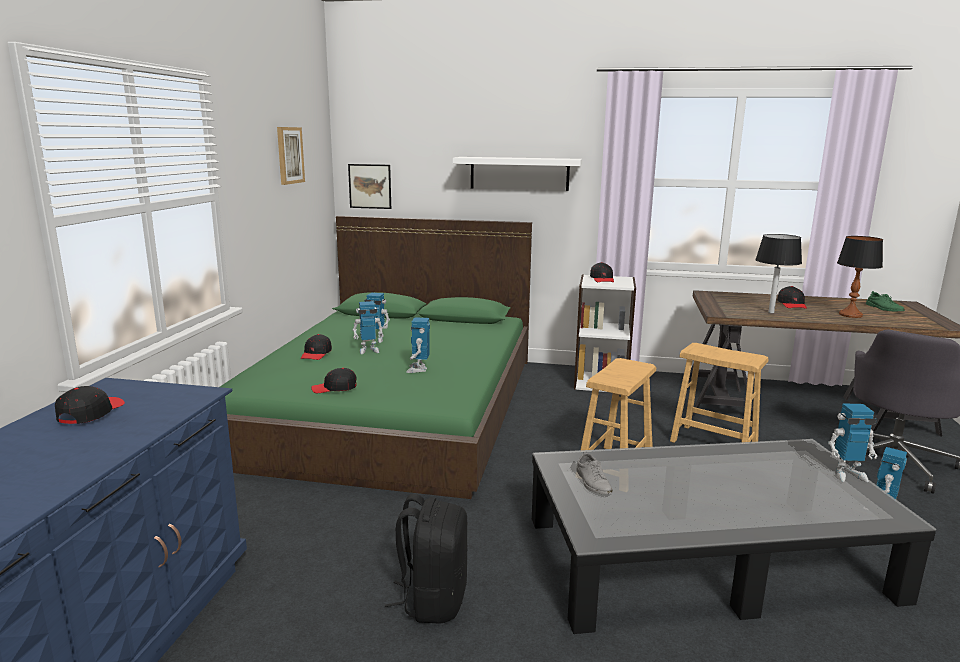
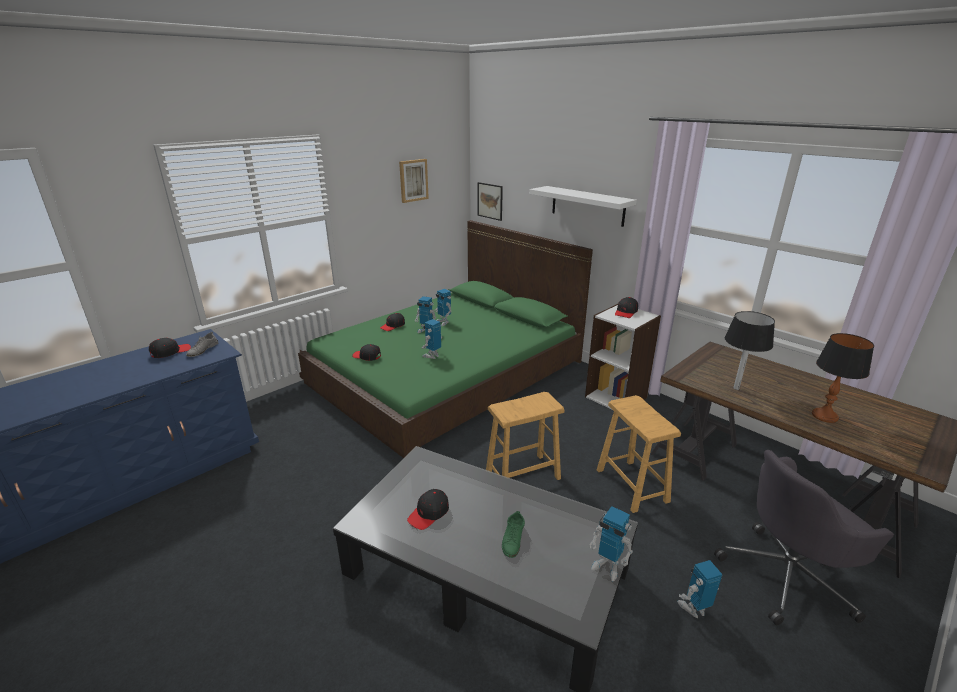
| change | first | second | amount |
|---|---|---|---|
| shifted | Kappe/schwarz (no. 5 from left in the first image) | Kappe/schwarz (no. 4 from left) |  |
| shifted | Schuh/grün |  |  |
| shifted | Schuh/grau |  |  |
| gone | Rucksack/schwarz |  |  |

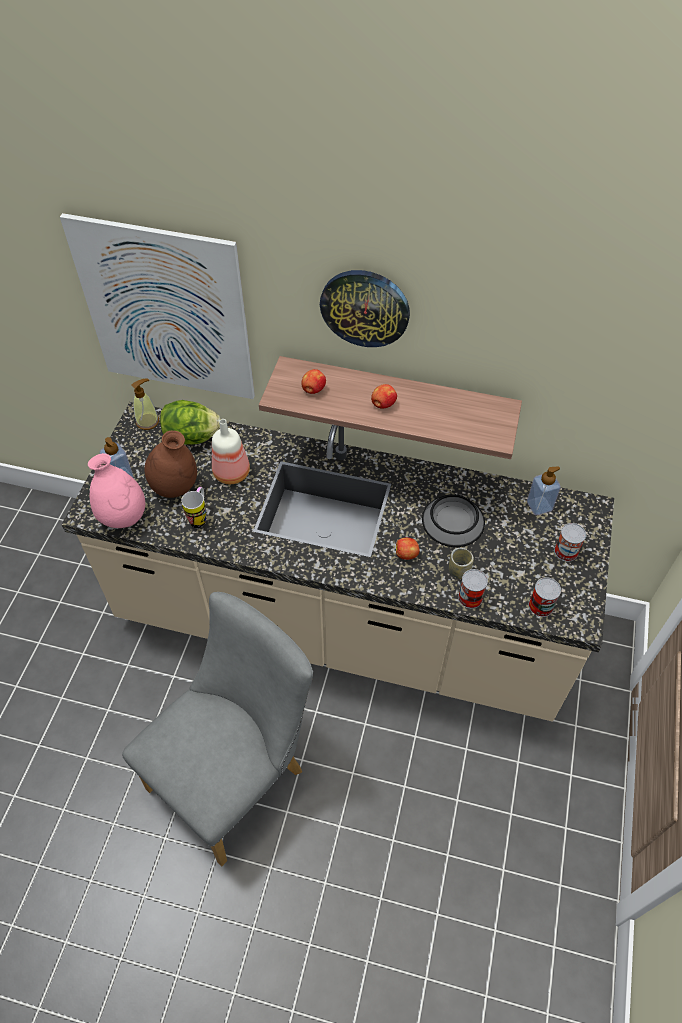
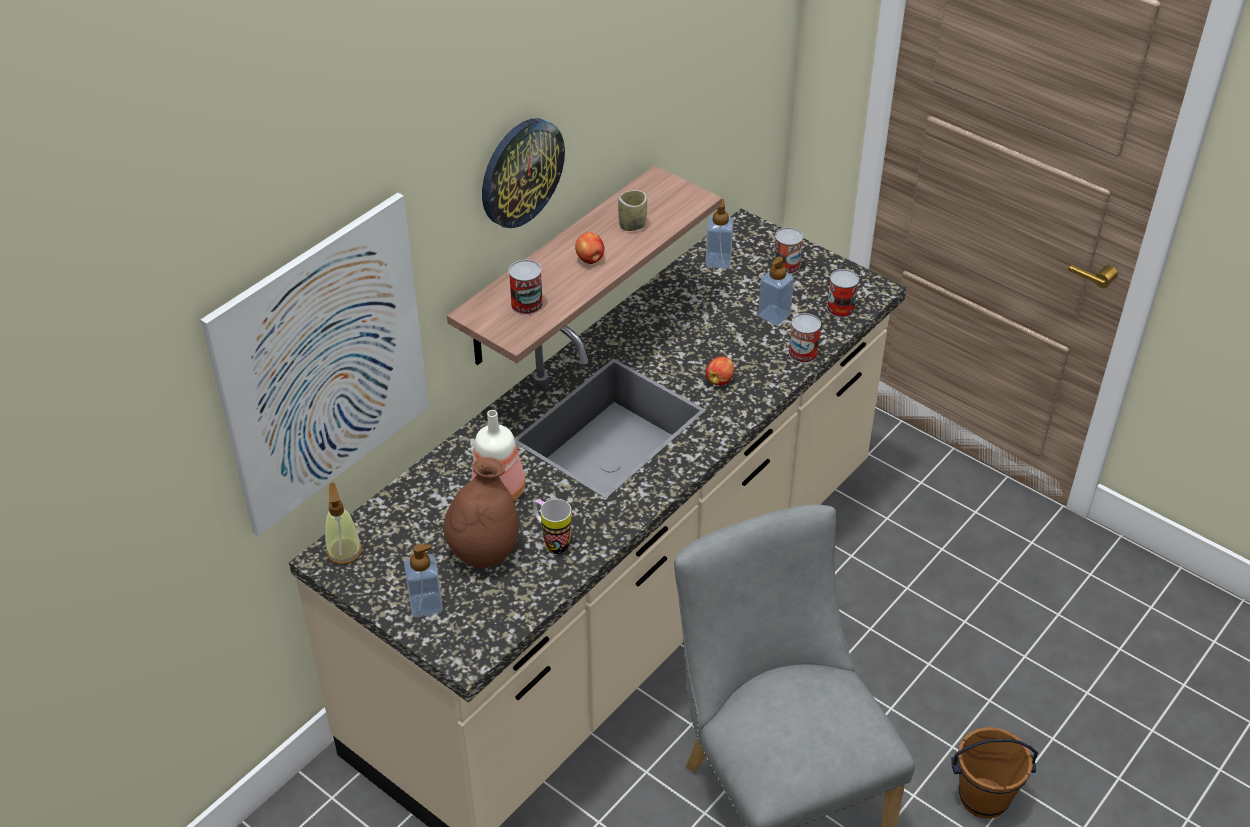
| change | first | second | amount |
|---|---|---|---|
| swapped | Apfel (no. 1 from left) | Dose (no. 1 from left) |  |
| gone | Salatkopf |  |  |
| gone | Vase/rosa |  |  |
| gone | Schüssel |  |  |
| shifted | Tasse |  |  |
| new |  | Seifenspender (no. 4 from left) |  |
| new |  | Eimer/braun |  |

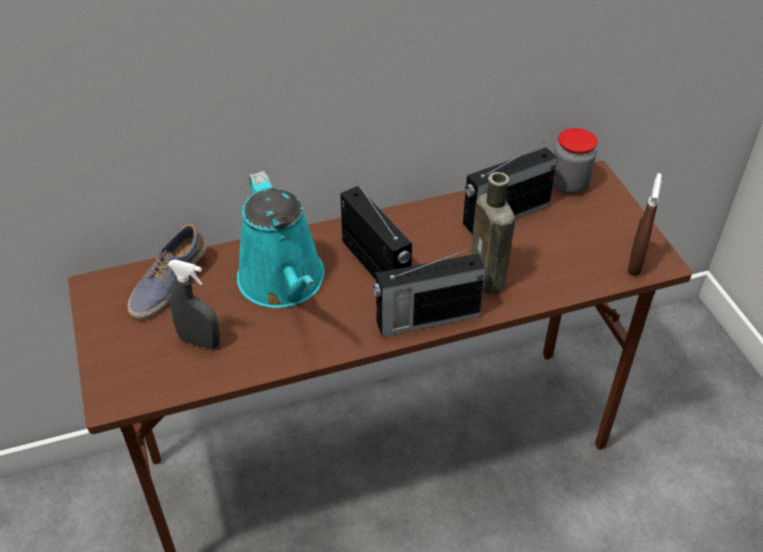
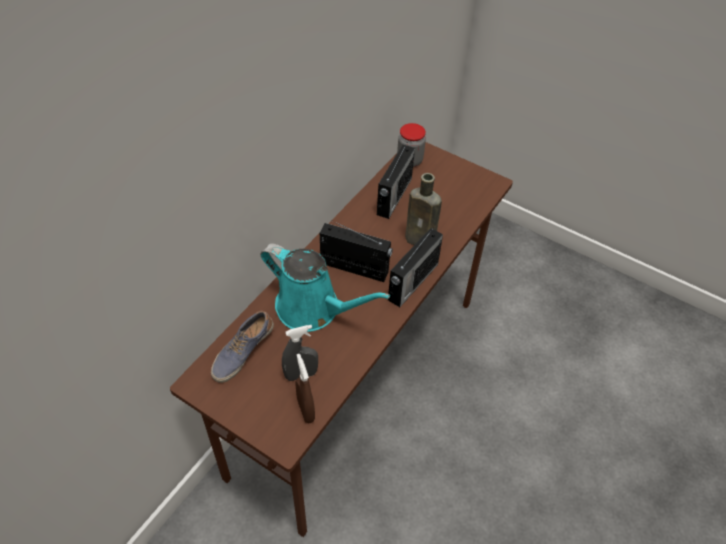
| change | first | second | amount |
|---|---|---|---|
| shifted | Sprühflasche/braun |  |  |
| rotated | Schuh |  | 45 degrees clockwise |

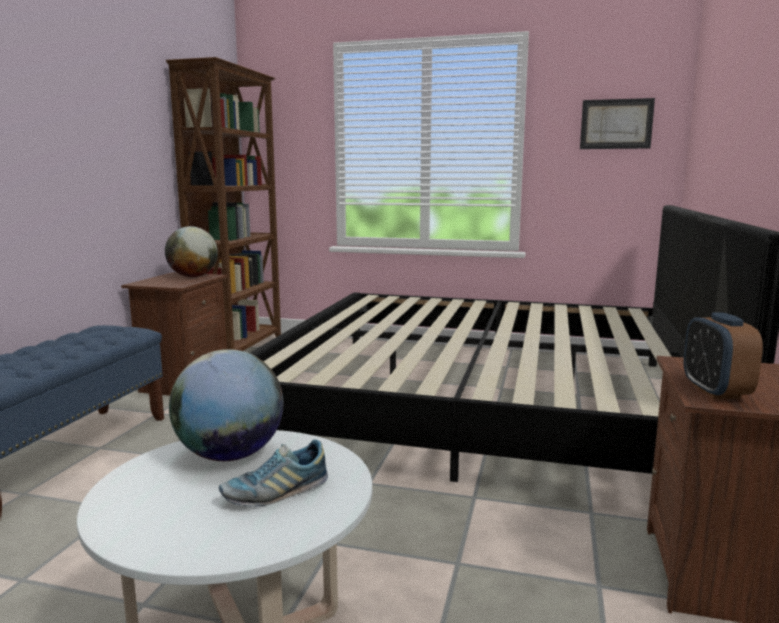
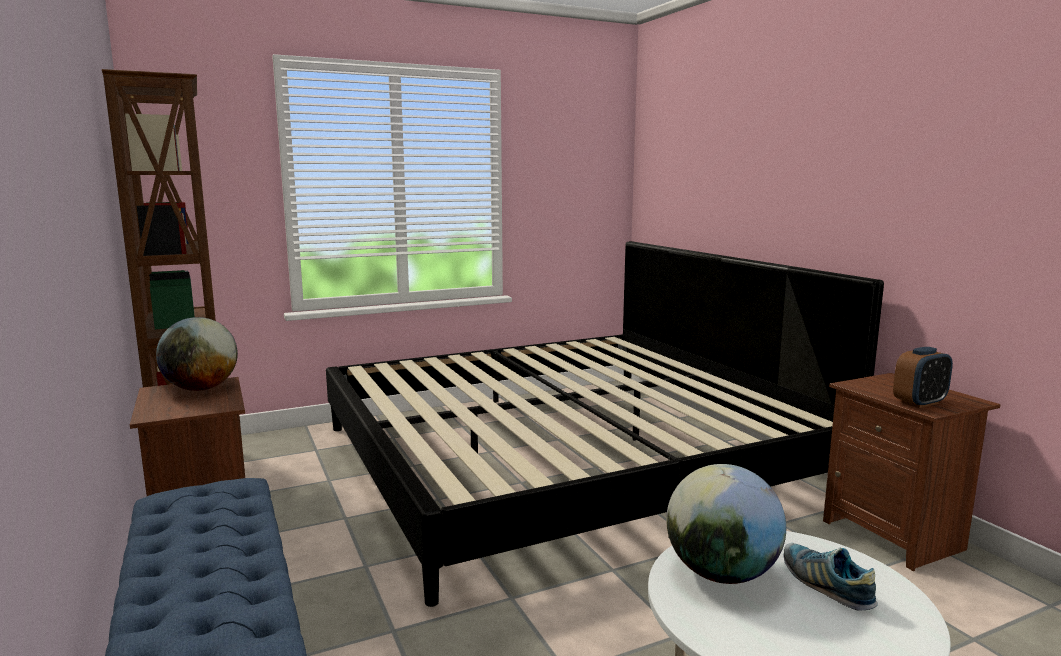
| change | first | second | amount |
|---|---|---|---|
| gone | Bild |  |  |
| rotated | Wecker |  | 75 degrees counterclockwise |
| rotated | Schuh |  | 135 degrees clockwise |

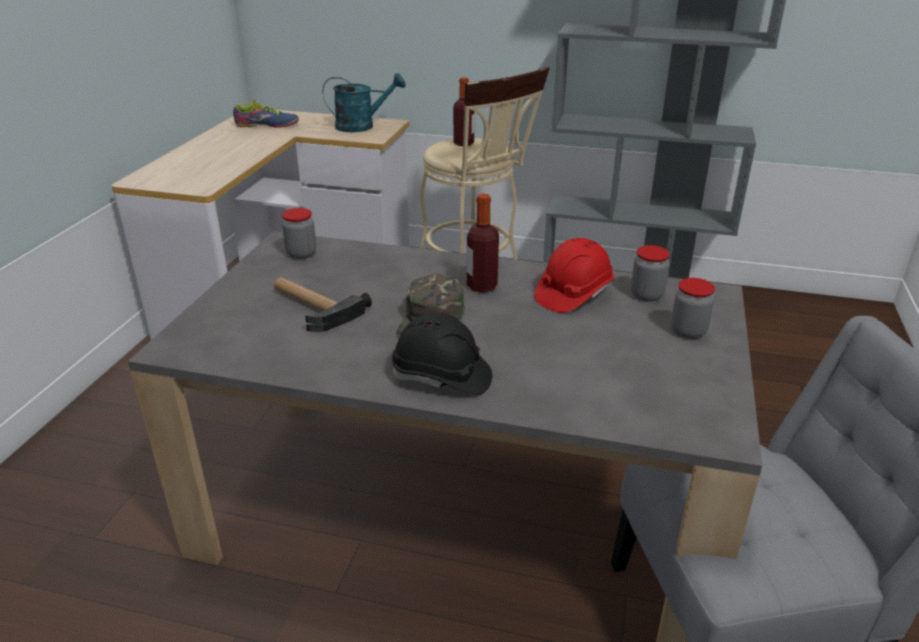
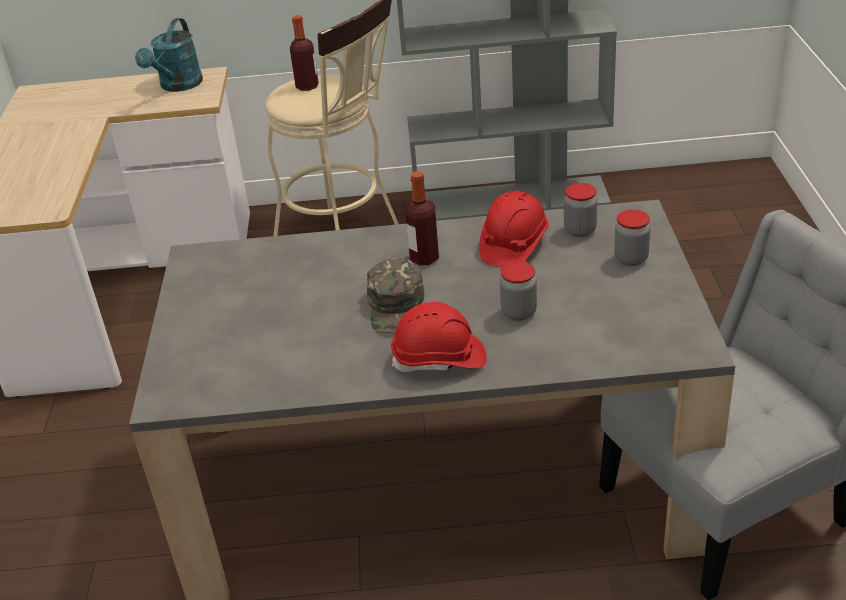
| change | first | second | amount |
|---|---|---|---|
| rotated | Gießkanne/türkis |  | 135 degrees clockwise |
| gone | Schuh |  |  |
| shifted | Vorratsglas (no. 1 from left) |  |  |
| gone | Hammer |  |  |
| repainted | Schutzhelm/schwarz | Schutzhelm/rot (no. 1 from left) |  |

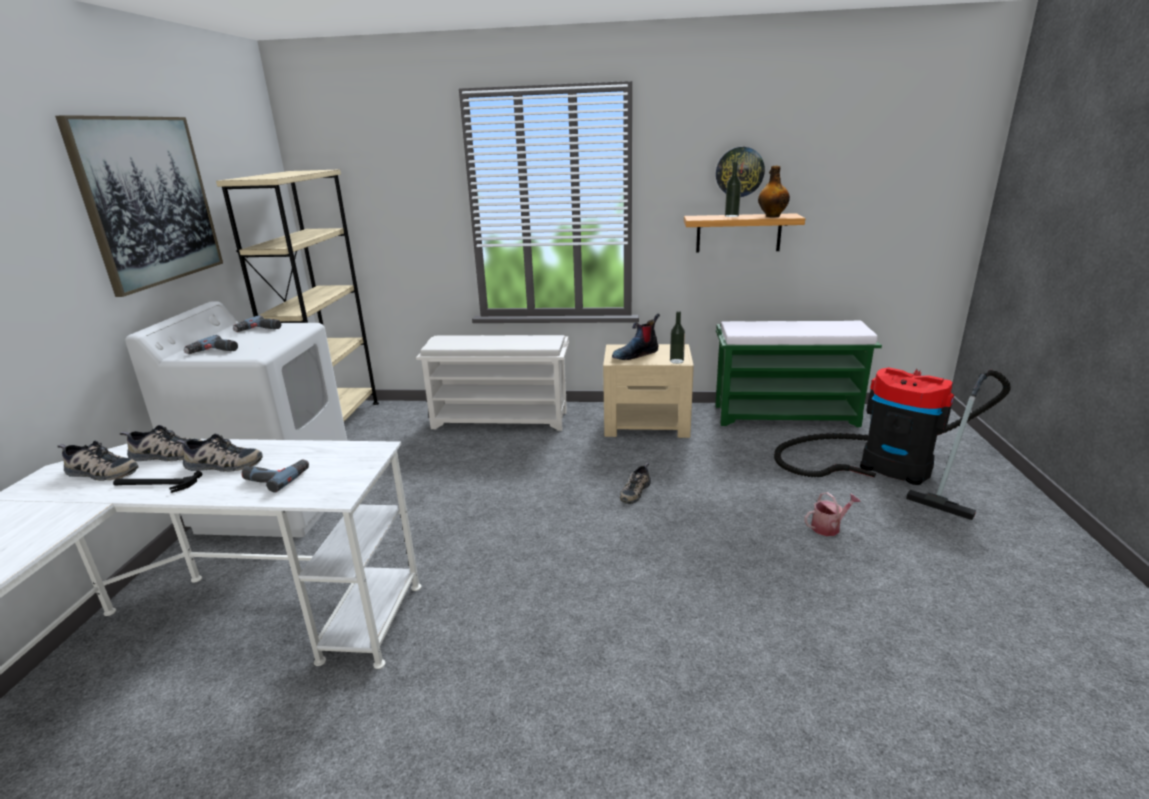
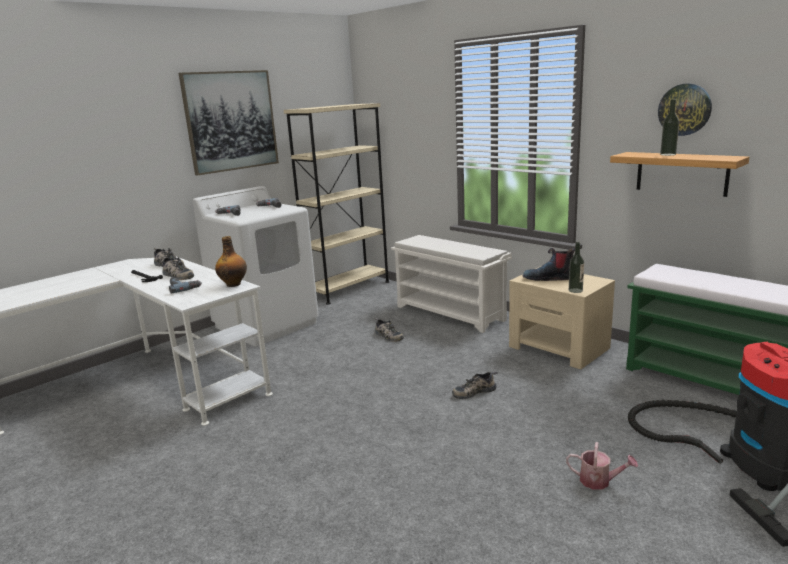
| change | first | second | amount |
|---|---|---|---|
| shifted | Flasche (no. 3 from left in the first image) | Flasche (no. 1 from left) |  |
| shifted | Schuh (no. 1 from left in the first image) | Schuh (no. 3 from left) |  |

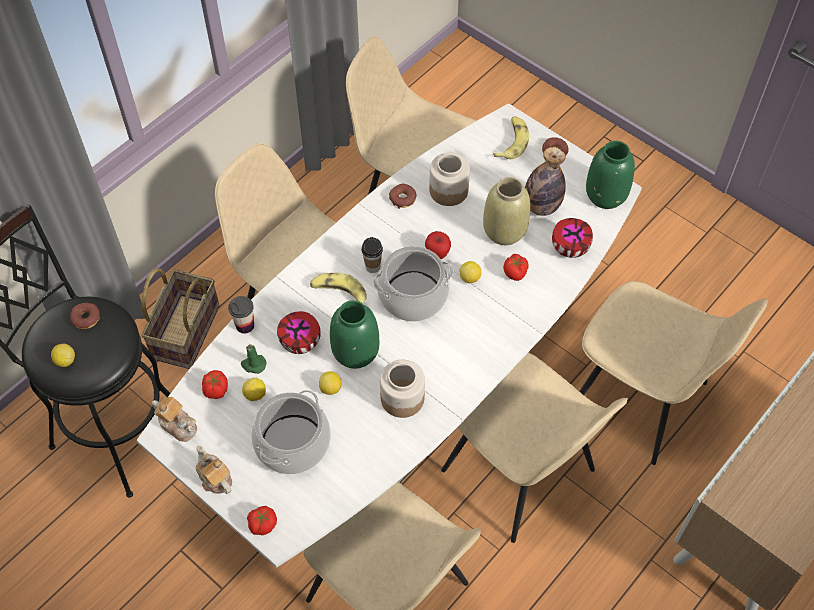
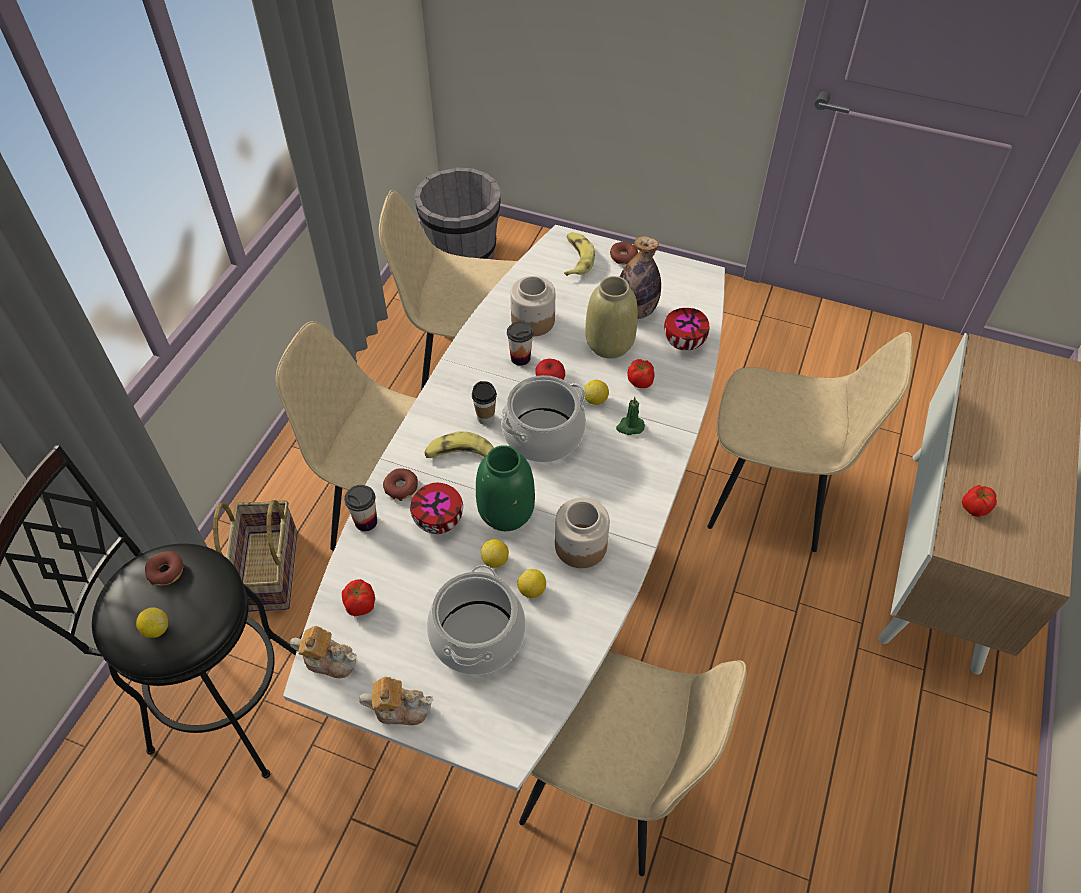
| change | first | second | amount |
|---|---|---|---|
| gone | Vase/grün (no. 2 from left) |  |  |
| shifted | Donut (no. 2 from left) |  |  |
| shifted | Kerze/grün |  |  |
| gone | Stuhl/beige (no. 4 from left) |  |  |
| shifted | Zitrone (no. 2 from left in the first image) | Zitrone (no. 3 from left) |  |
| rotated | Teekanne (no. 2 from left) |  | 150 degrees clockwise |
| shifted | Tomate (no. 2 from left in the first image) | Tomate (no. 3 from left) |  |
| new |  | Eimer/grau |  |
| new |  | Tasse (no. 3 from left) |  |

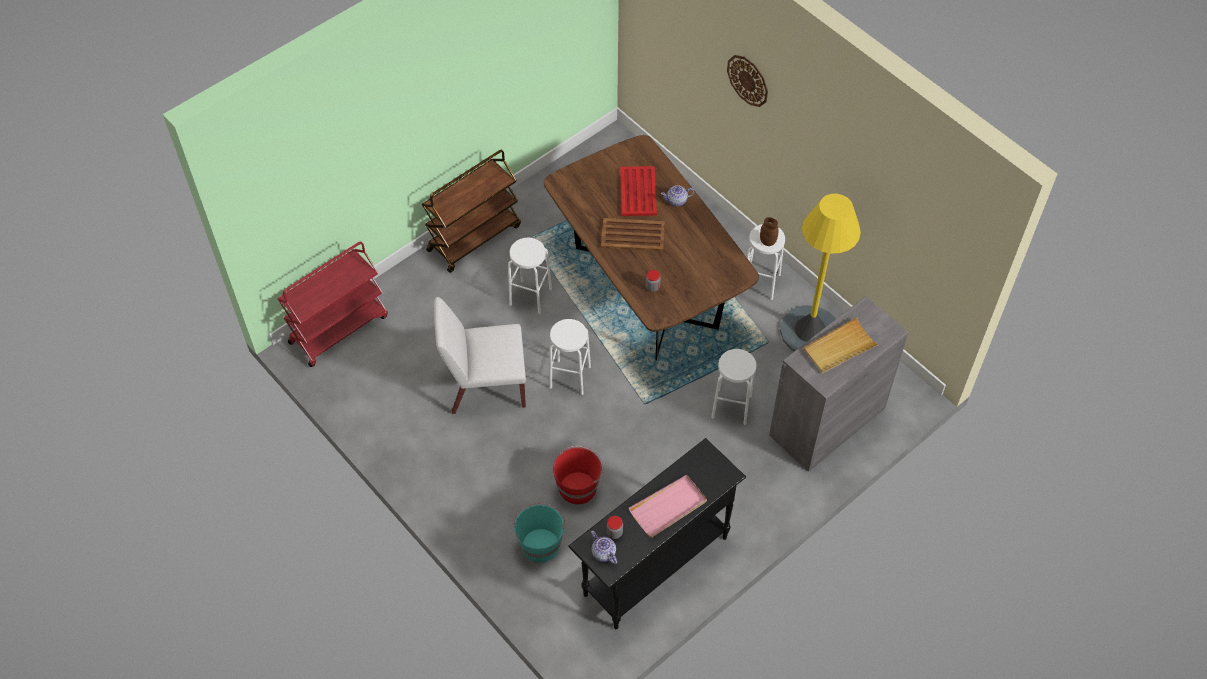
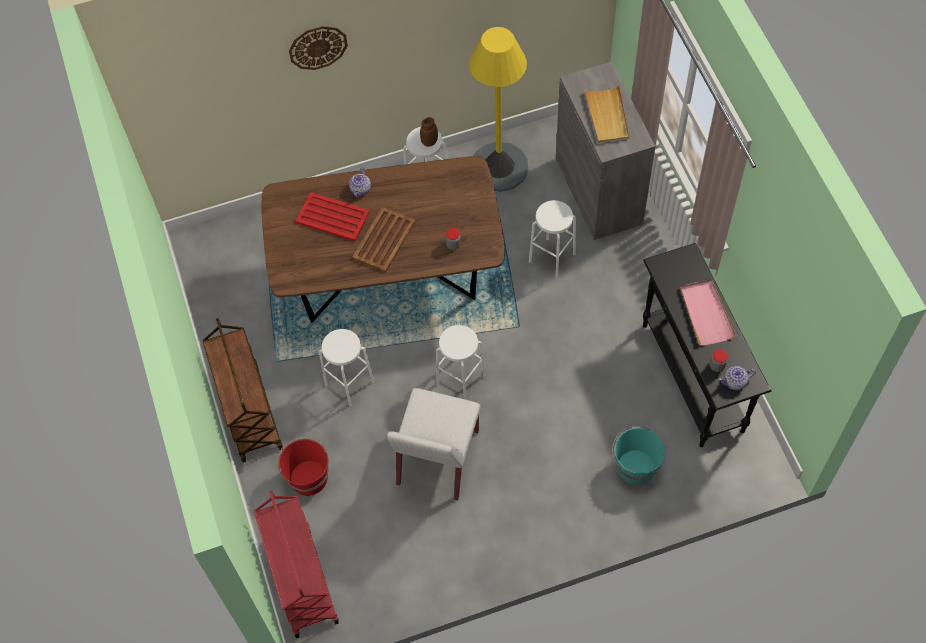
| change | first | second | amount |
|---|---|---|---|
| shifted | Eimer/rot |  |  |

